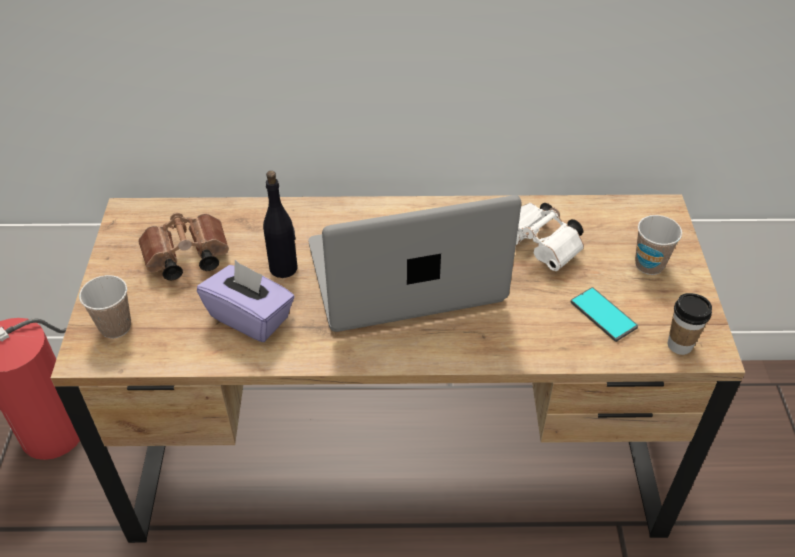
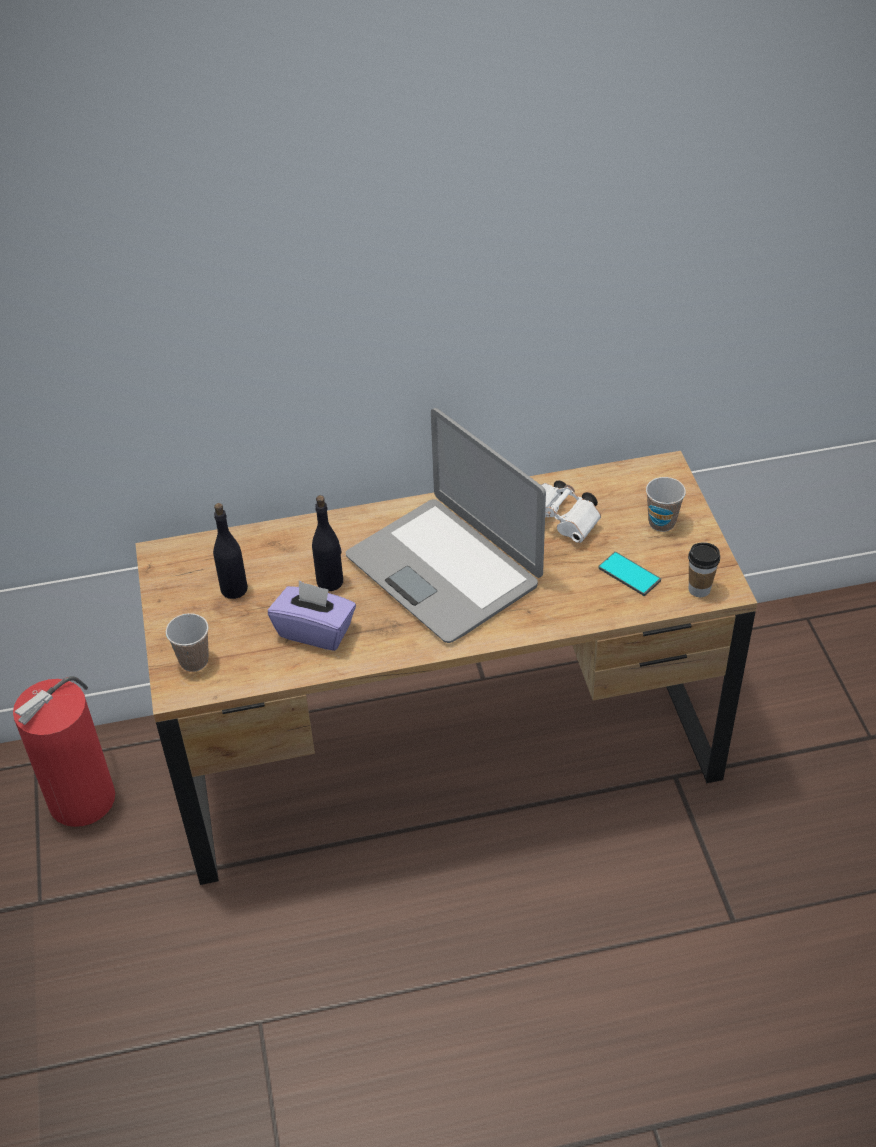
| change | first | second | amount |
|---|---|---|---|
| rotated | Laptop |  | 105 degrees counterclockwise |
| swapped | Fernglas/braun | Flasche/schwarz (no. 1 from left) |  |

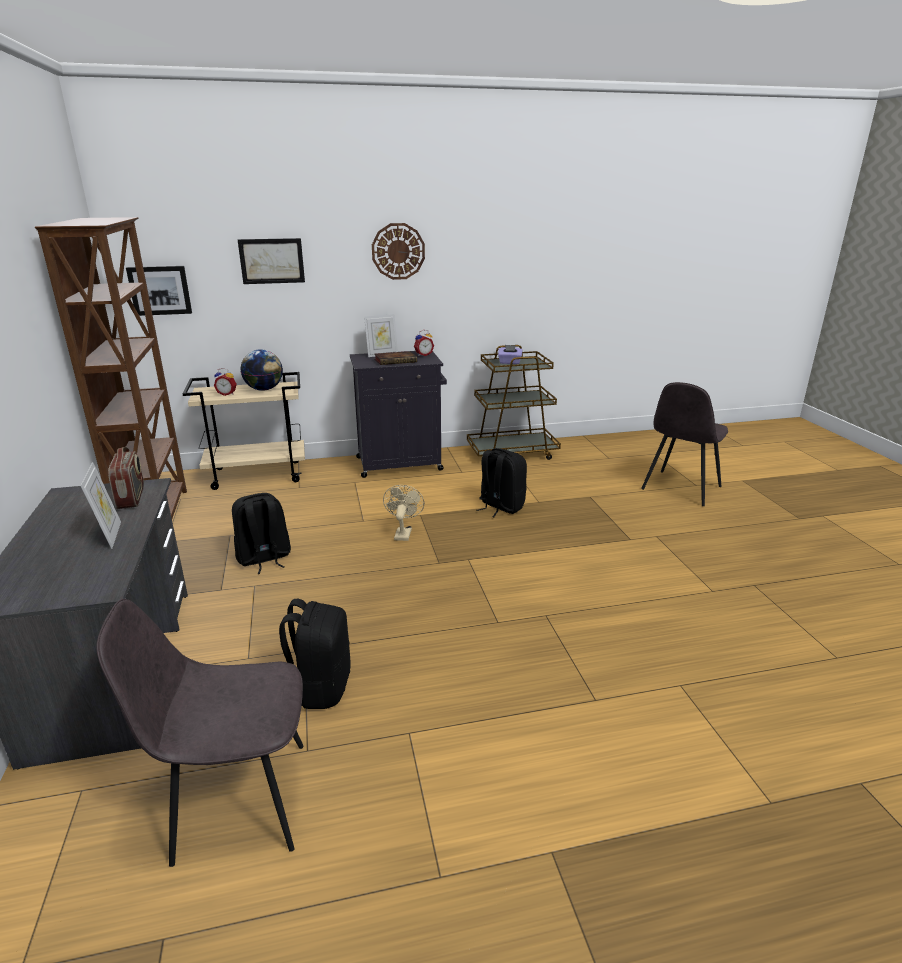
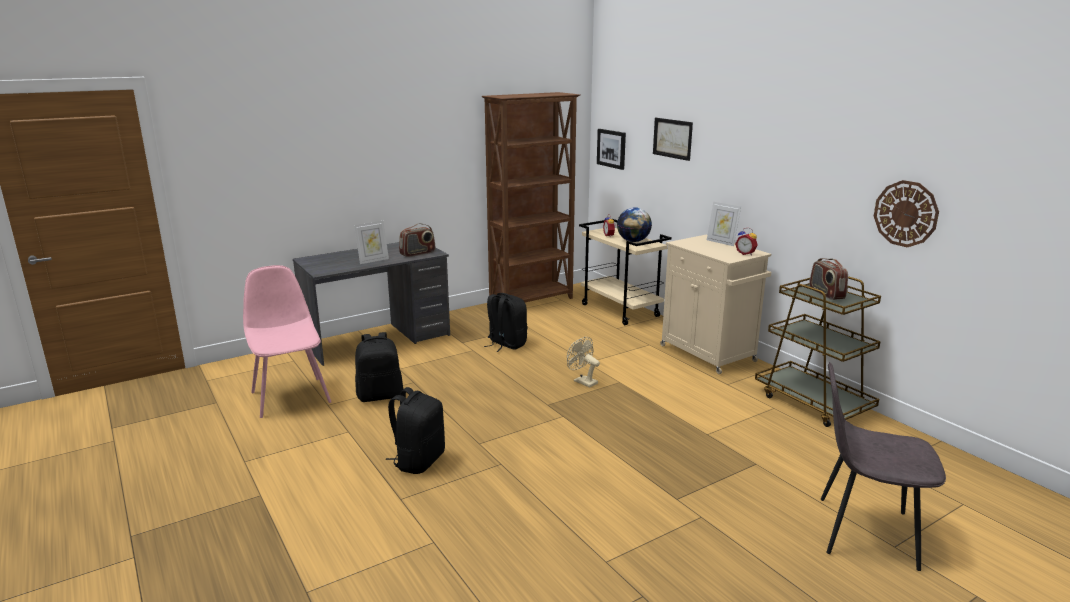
| change | first | second | amount |
|---|---|---|---|
| shifted | Wanduhr |  |  |
| swapped | Taschentuchbox/lila | Radio (no. 2 from left) |  |
| repainted | Schrank/schwarz | Schrank/beige |  |
| gone | Buch |  |  |
| shifted | Rucksack/schwarz (no. 3 from left in the first image) | Rucksack/schwarz (no. 2 from left) |  |
| rotated | Ventilator/beige |  | 120 degrees counterclockwise |
| repainted | Stuhl/grau (no. 1 from left) | Stuhl/rosa |  |

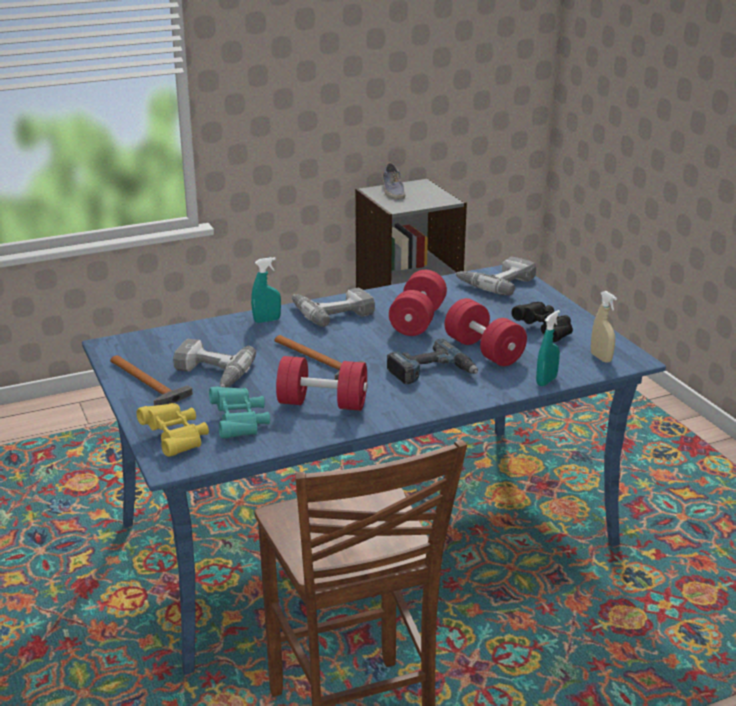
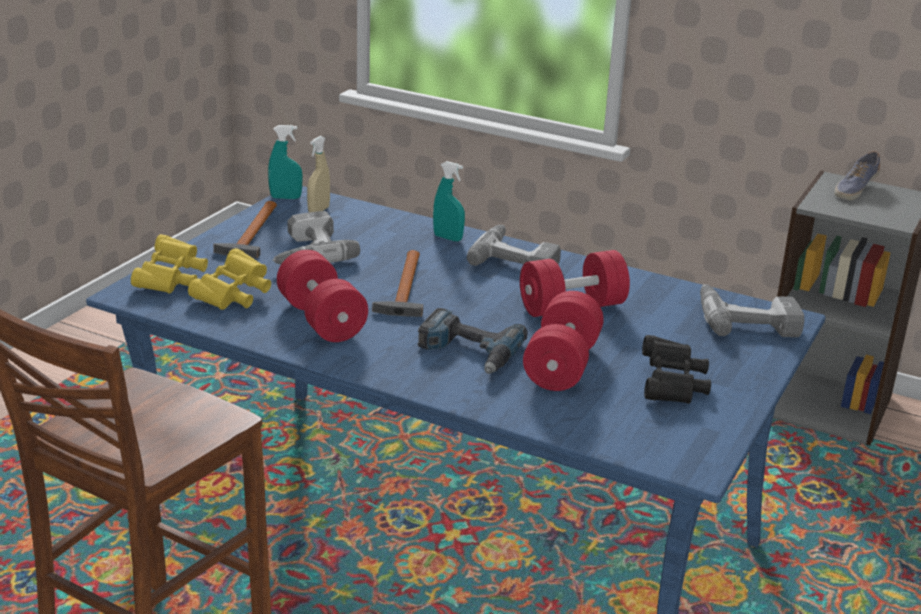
| change | first | second | amount |
|---|---|---|---|
| shifted | Sprühflasche/beige |  |  |
| shifted | Sprühflasche/türkis (no. 2 from left in the first image) | Sprühflasche/türkis (no. 1 from left) |  |
| repainted | Fernglas/türkis | Fernglas/gelb (no. 2 from left) |  |

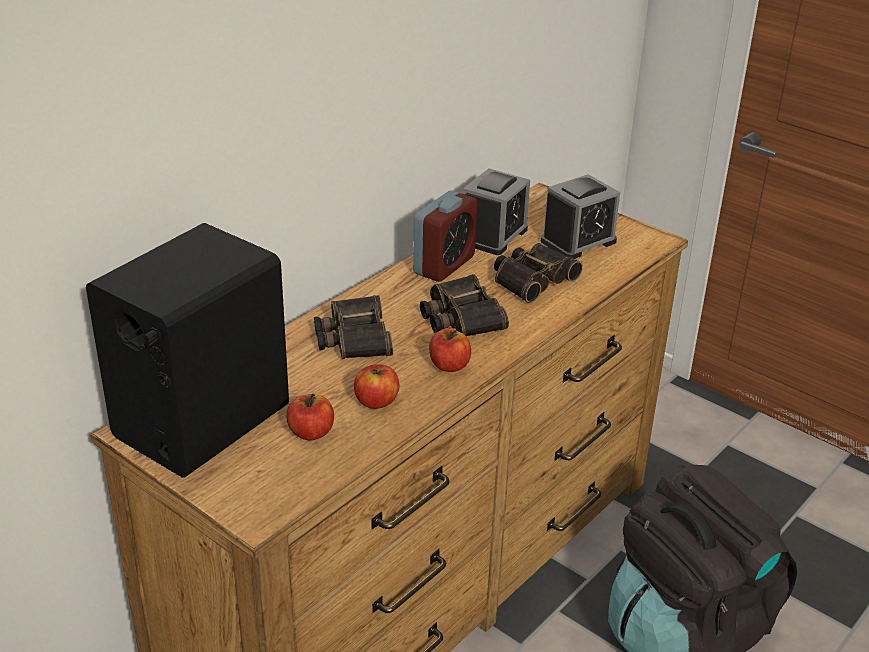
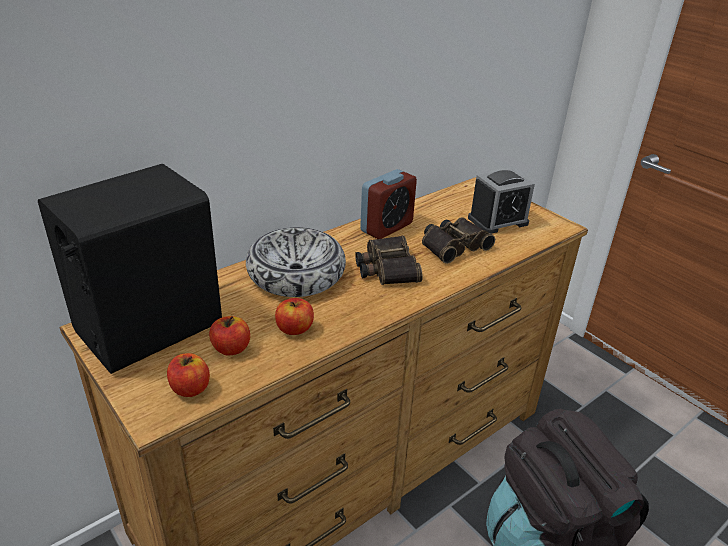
| change | first | second | amount |
|---|---|---|---|
| gone | Wecker (no. 2 from left) |  |  |
| swapped | Fernglas (no. 1 from left) | Schüssel |  |
| shifted | Apfel (no. 3 from left in the first image) | Apfel (no. 1 from left) |  |

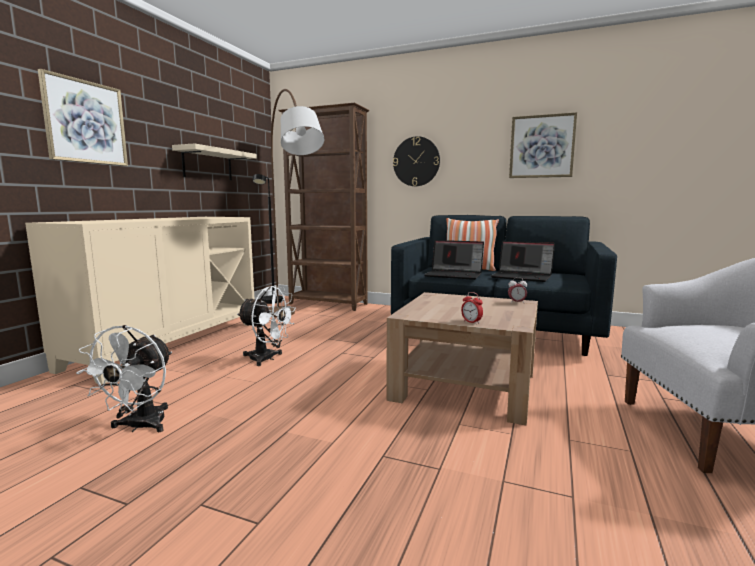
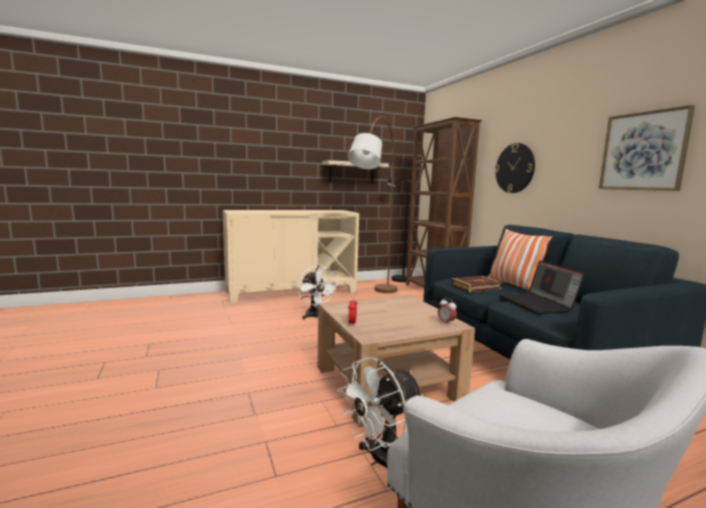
| change | first | second | amount |
|---|---|---|---|
| gone | Bild (no. 1 from left) |  |  |
| swapped | Laptop (no. 1 from left) | Buch |  |
| shifted | Ventilator/weiß (no. 1 from left in the first image) | Ventilator/weiß (no. 2 from left) |  |

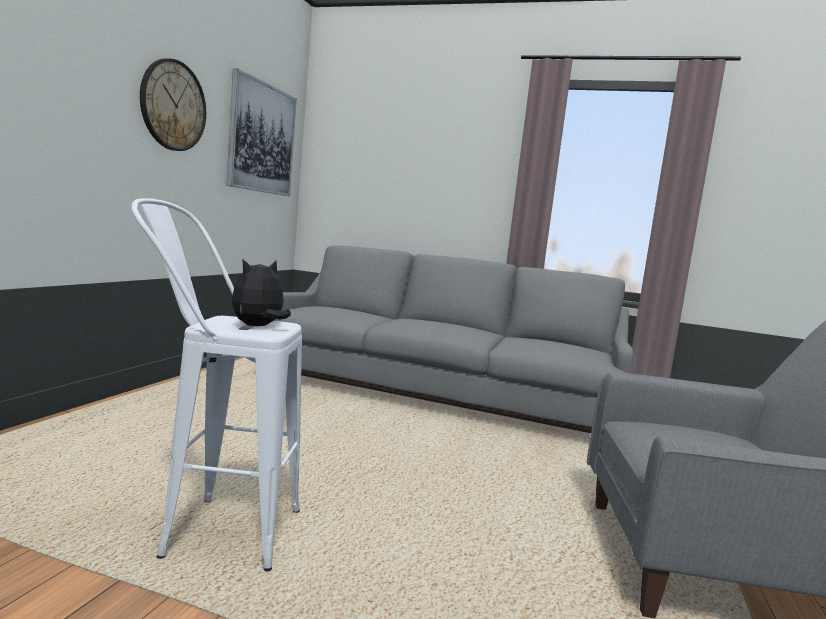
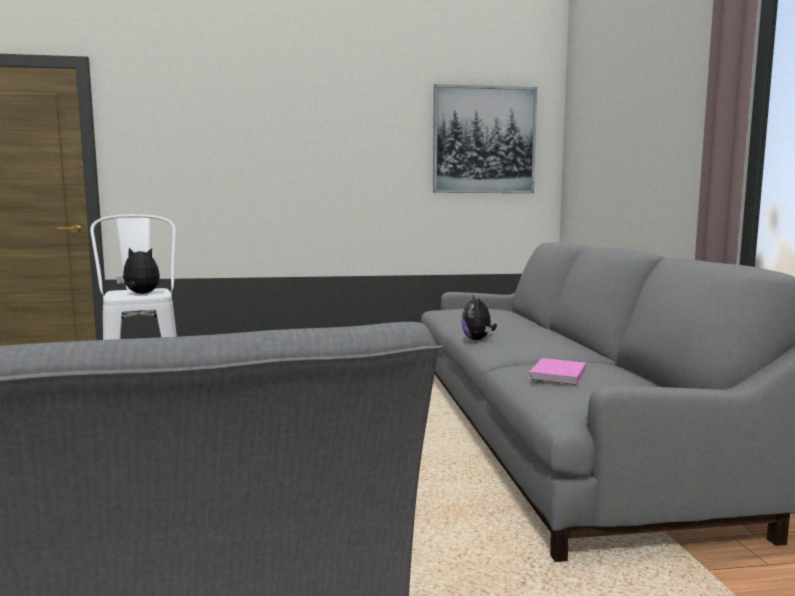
| change | first | second | amount |
|---|---|---|---|
| gone | Wanduhr |  |  |
| new |  | Plüschtier (no. 2 from left) |  |
| new |  | Buch/rosa |  |

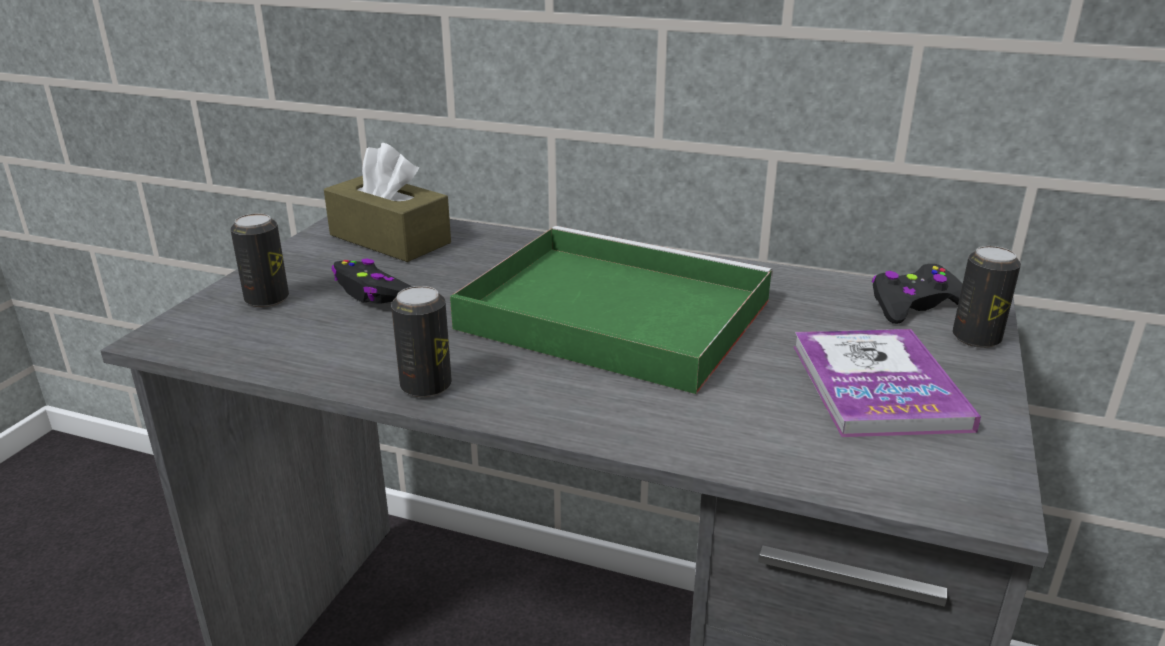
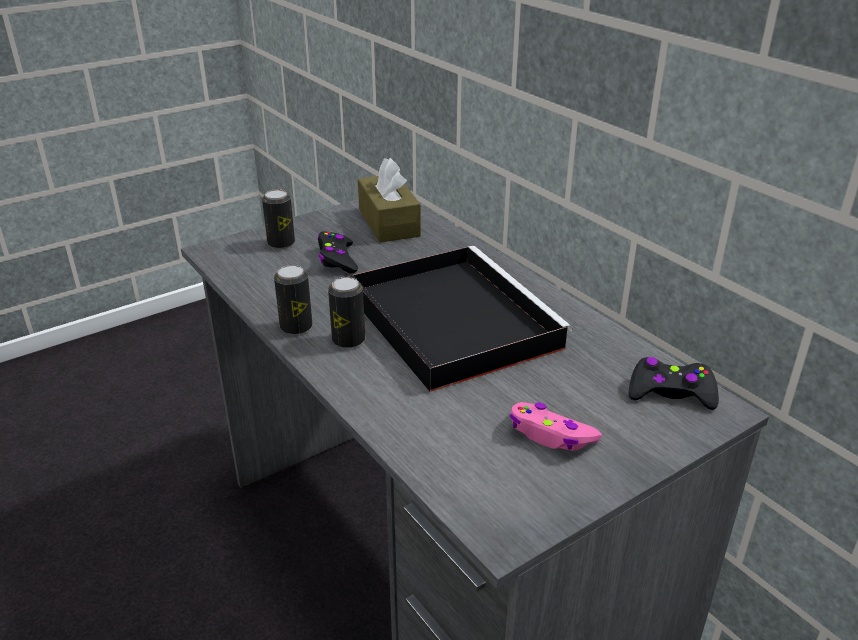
| change | first | second | amount |
|---|---|---|---|
| repainted | Tablett/grün | Tablett/schwarz |  |
| shifted | Dose (no. 3 from left) |  |  |
| swapped | Buch | Gamepad/rosa |  |

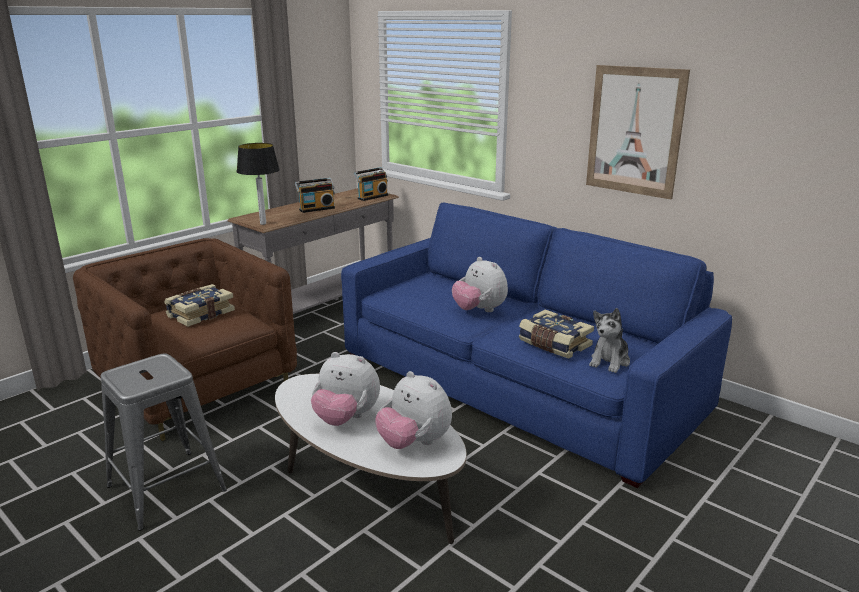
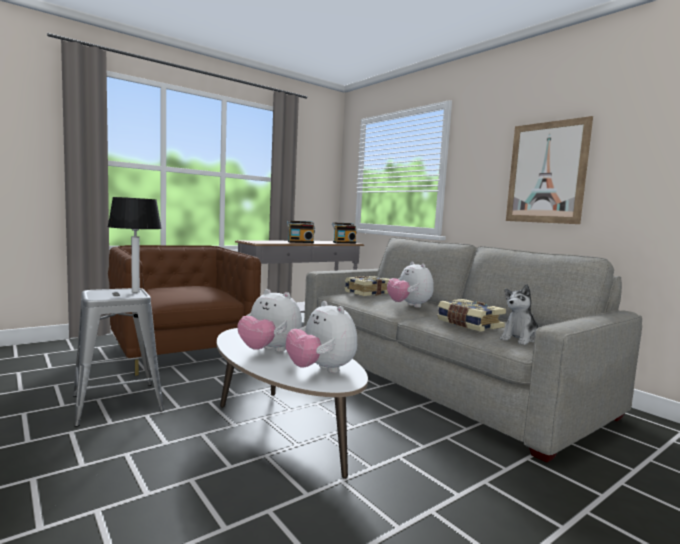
| change | first | second | amount |
|---|---|---|---|
| shifted | Tischlampe |  |  |
| repainted | Sofa/blau | Sofa/grau |  |
| shifted | Buch (no. 1 from left) |  |  |

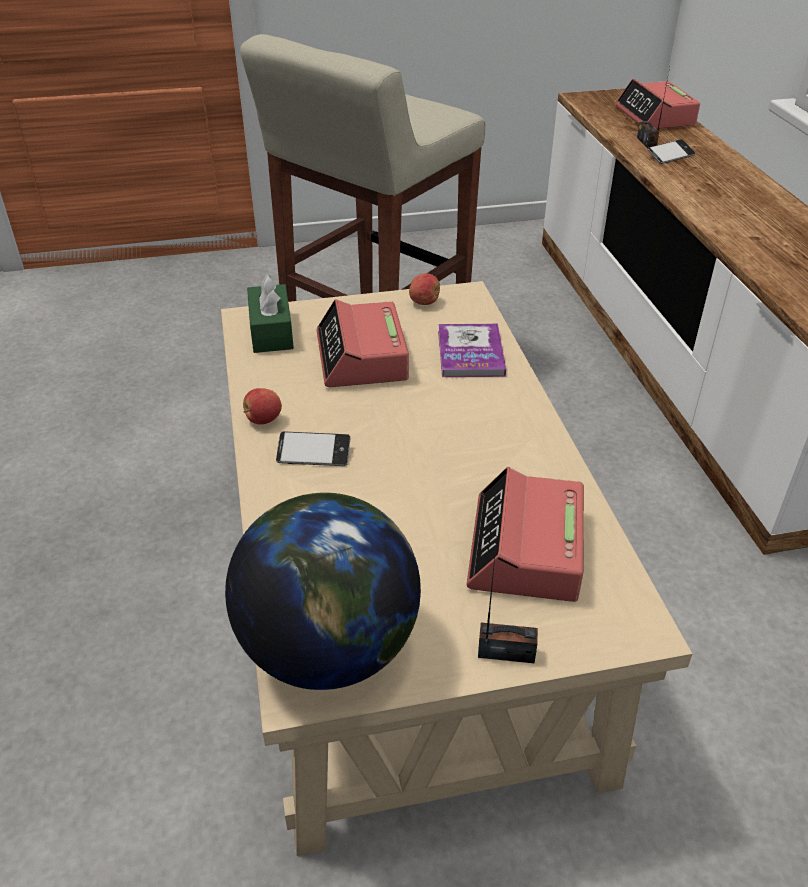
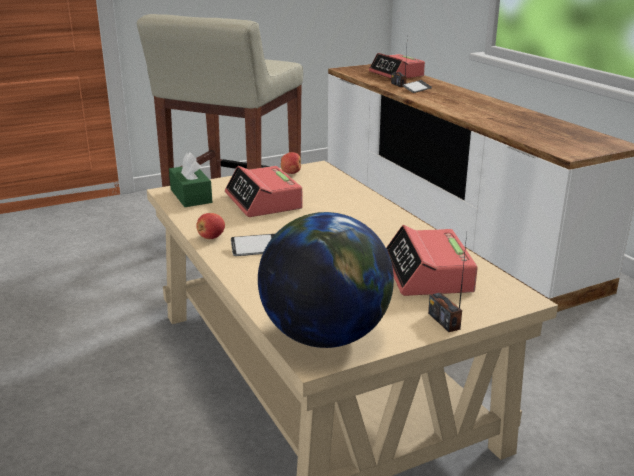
| change | first | second | amount |
|---|---|---|---|
| gone | Buch |  |  |
| rotated | Radio (no. 1 from left in the first image) | Radio (no. 2 from left) | 105 degrees counterclockwise |

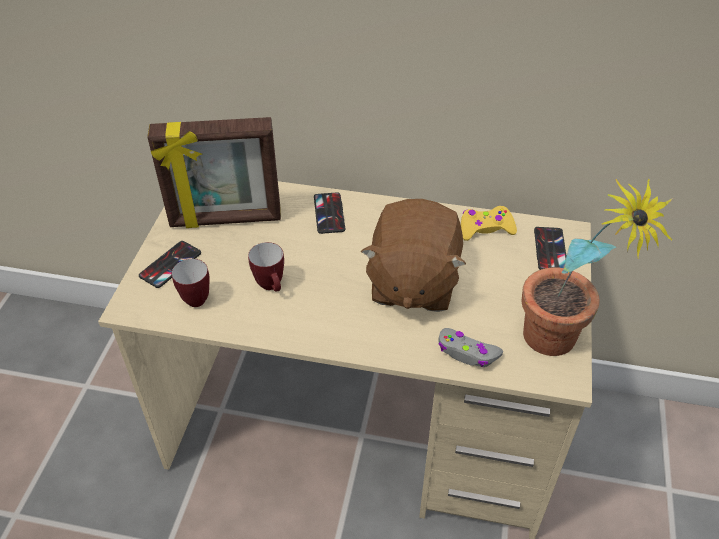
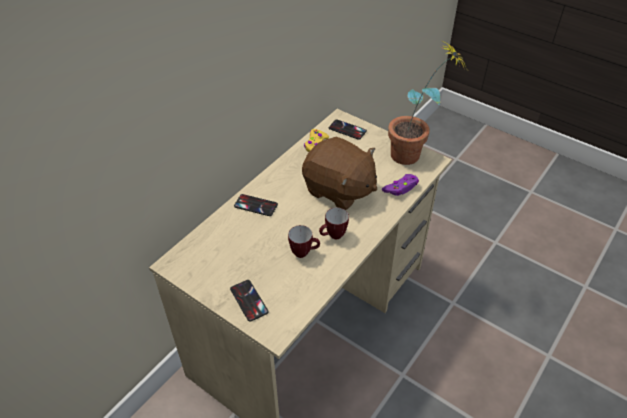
| change | first | second | amount |
|---|---|---|---|
| gone | Bilderrahmen |  |  |
| shifted | Henkelbecher (no. 1 from left in the first image) | Henkelbecher (no. 2 from left) |  |
| repainted | Gamepad/grau | Gamepad/lila |  |

